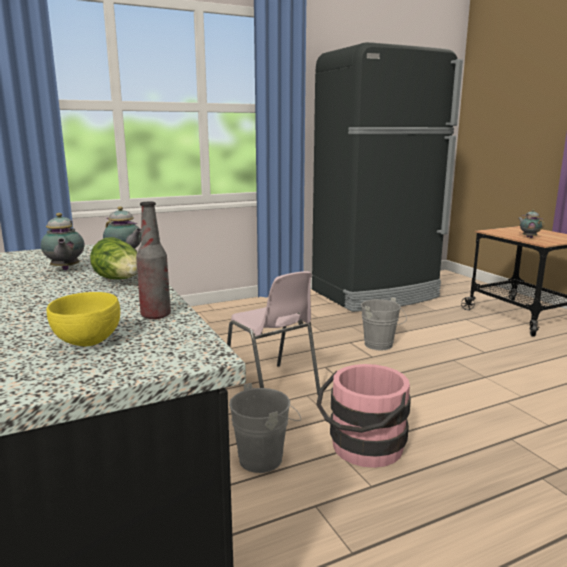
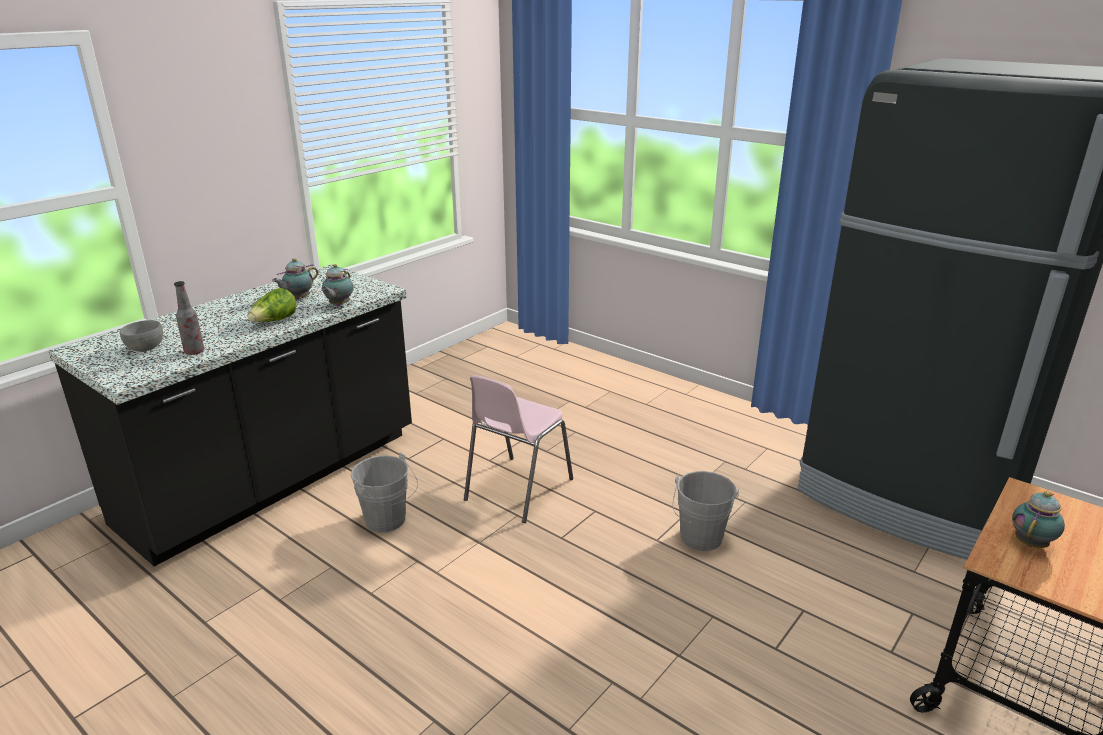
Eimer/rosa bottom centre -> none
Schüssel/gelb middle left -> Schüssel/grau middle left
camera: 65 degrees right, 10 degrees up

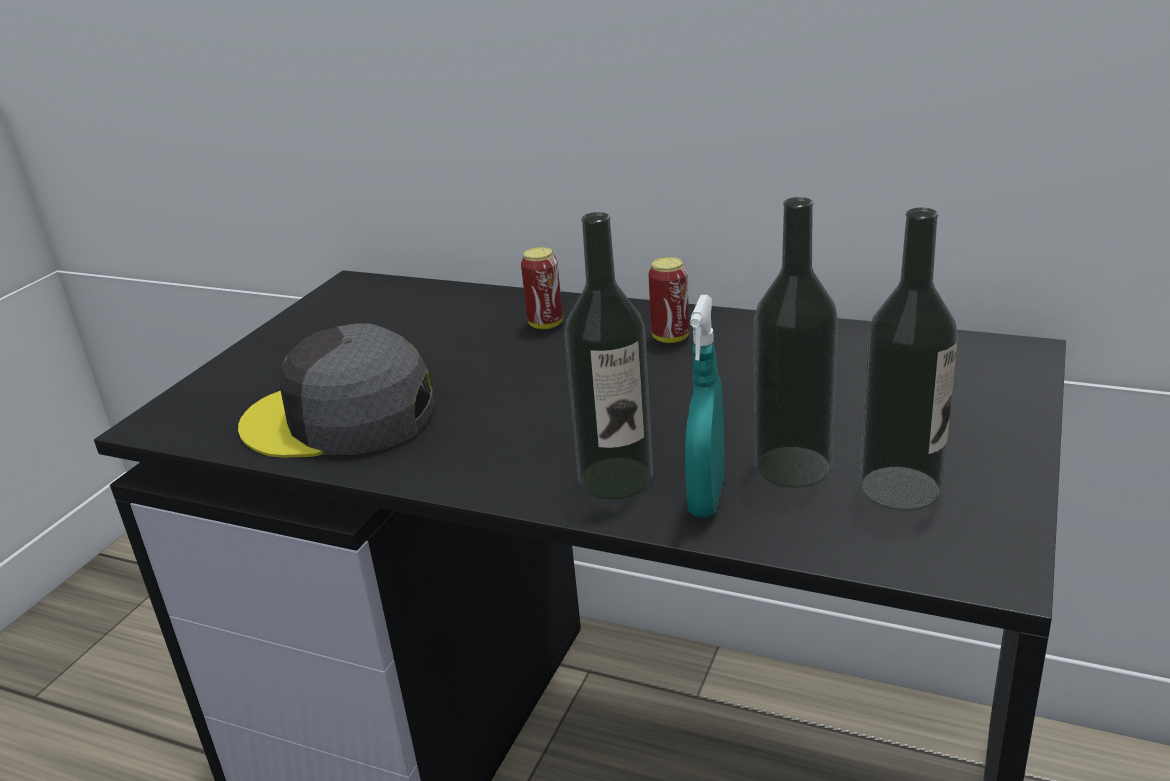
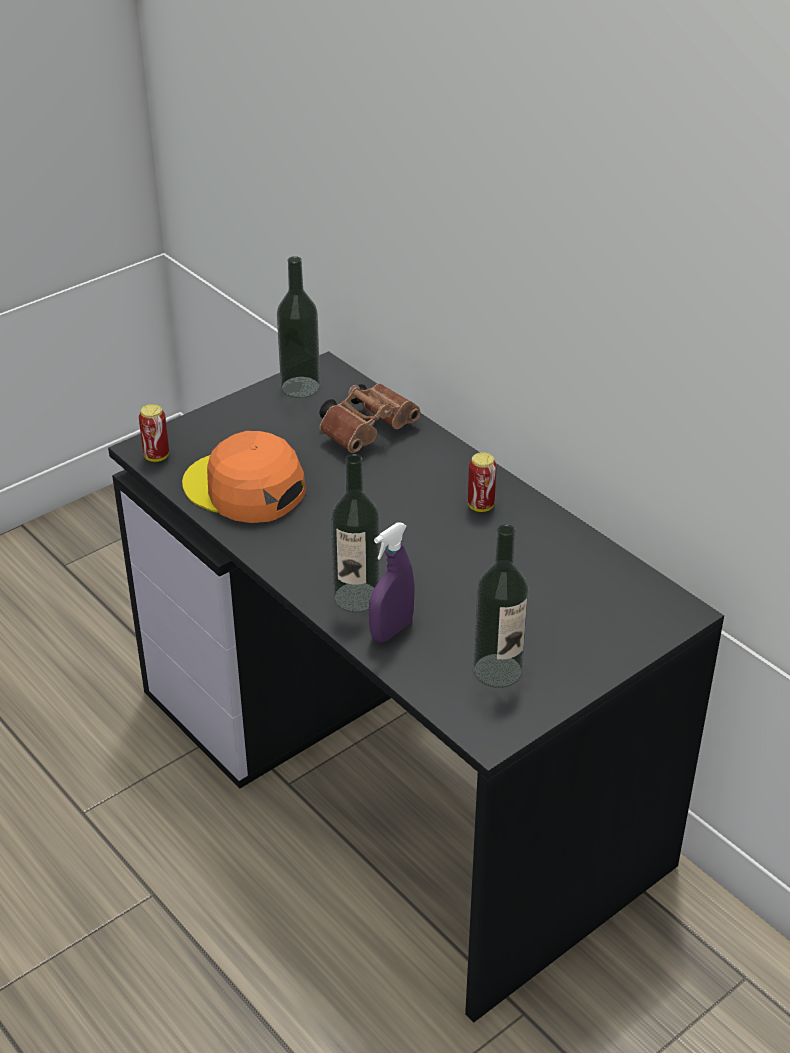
none -> Fernglas/braun centre
Dose (no. 1 from left) centre -> Dose (no. 1 from left) middle left, shifted
Flasche (no. 2 from left in the first image) middle right -> Flasche (no. 1 from left) top centre, shifted
Kappe/grau middle left -> Kappe/orange middle left
Sprühflasche/türkis centre -> Sprühflasche/lila centre
camera: 25 degrees right, 10 degrees up

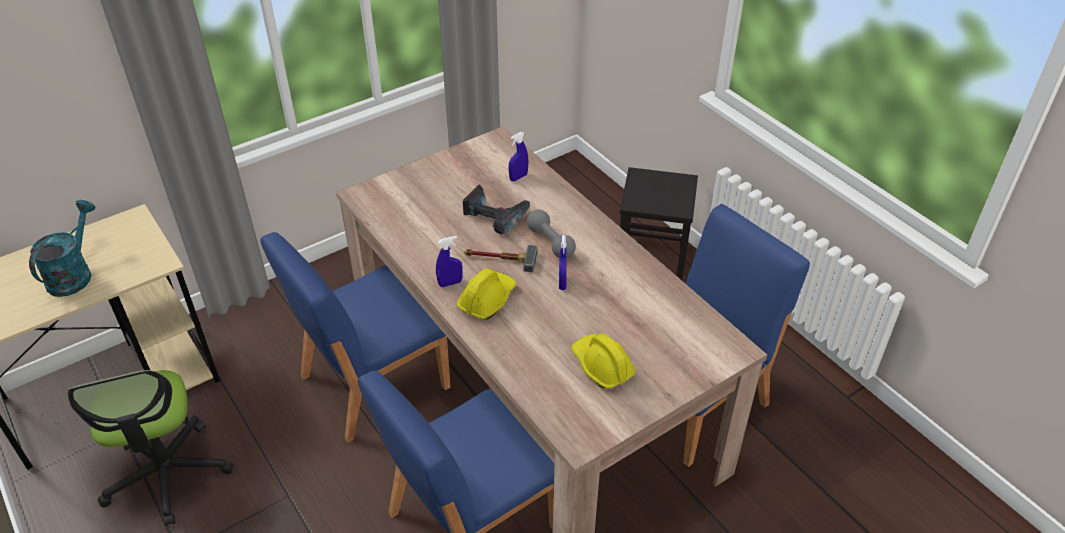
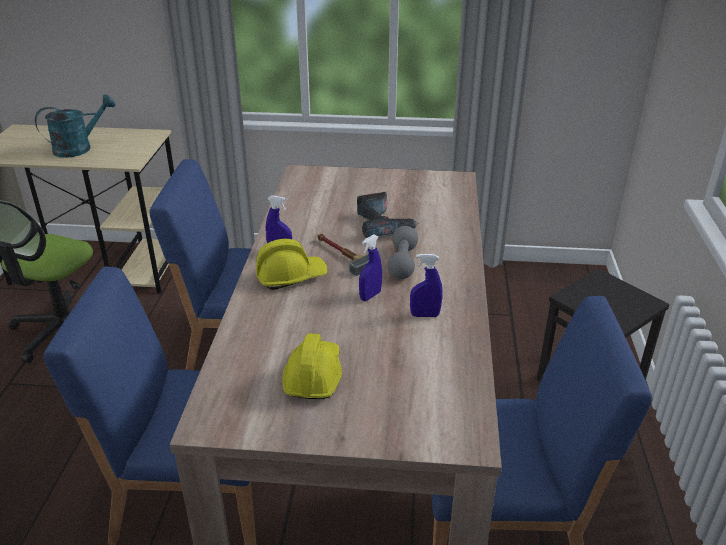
Sprühflasche/blau (no. 2 from left in the first image) top centre -> Sprühflasche/blau (no. 3 from left) centre, shifted
camera: 40 degrees right, 10 degrees down

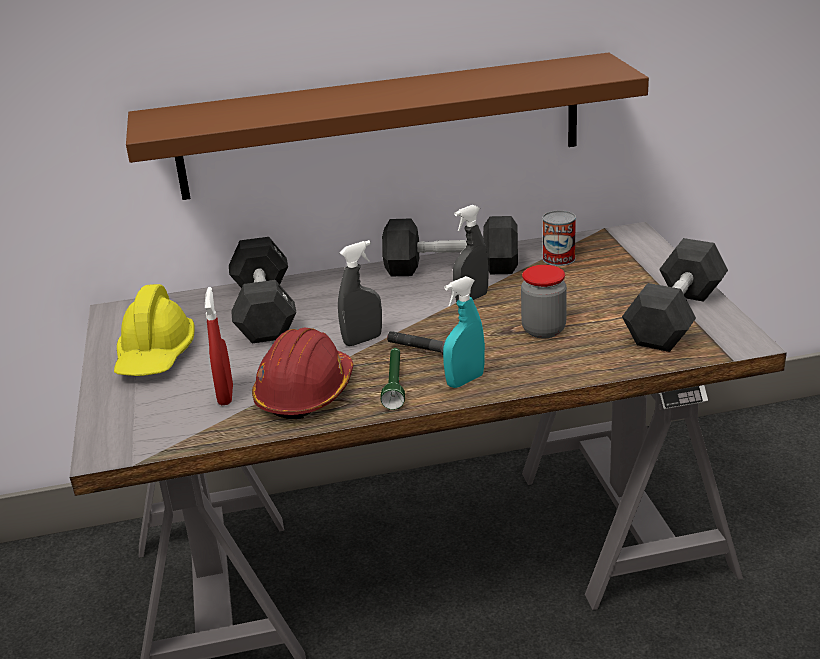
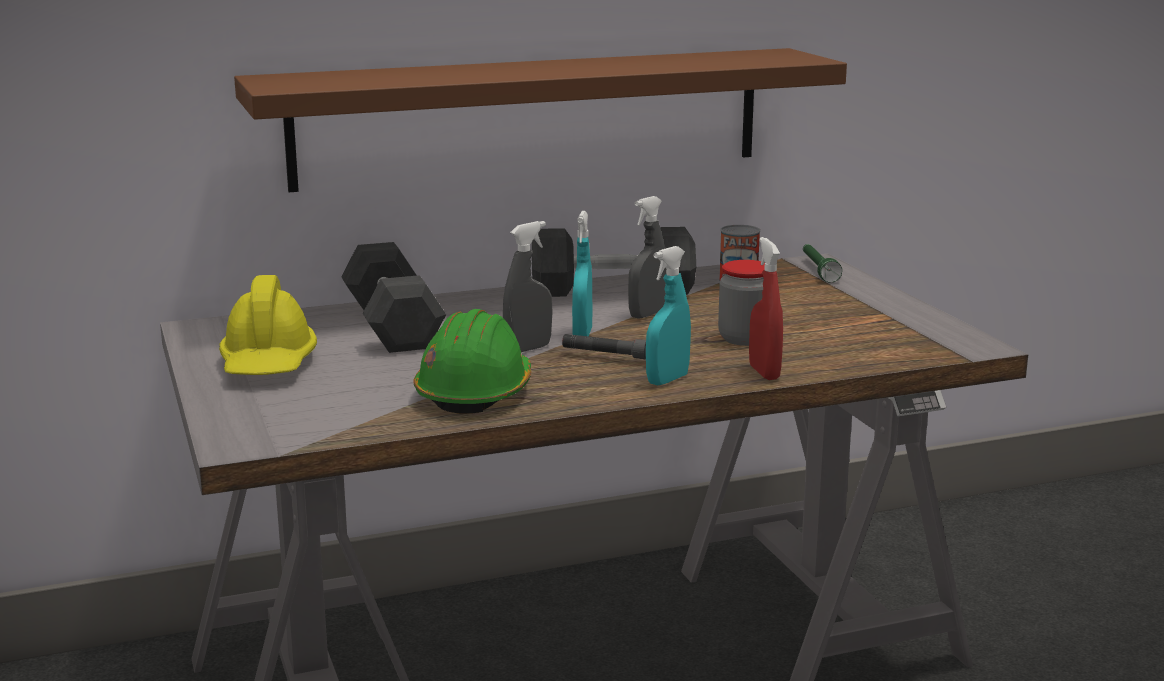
Hantel/schwarz (no. 3 from left) middle right -> none
none -> Sprühflasche/türkis (no. 1 from left) centre
Sprühflasche/rot middle left -> Sprühflasche/rot centre, shifted
Taschenlampe/grün centre -> Taschenlampe/grün middle right, shifted
Schutzhelm/rot centre -> Schutzhelm/grün centre
camera: 10 degrees left, 10 degrees down

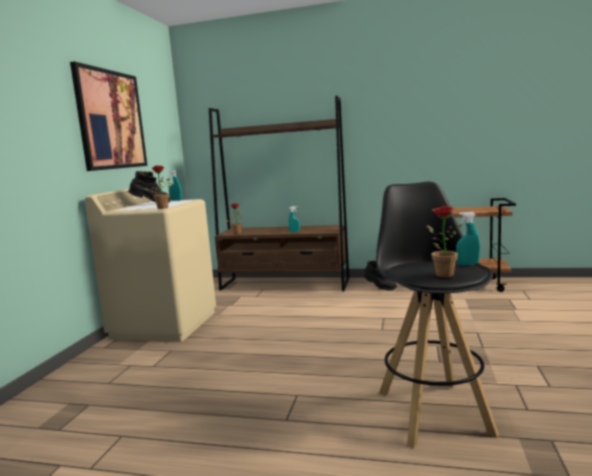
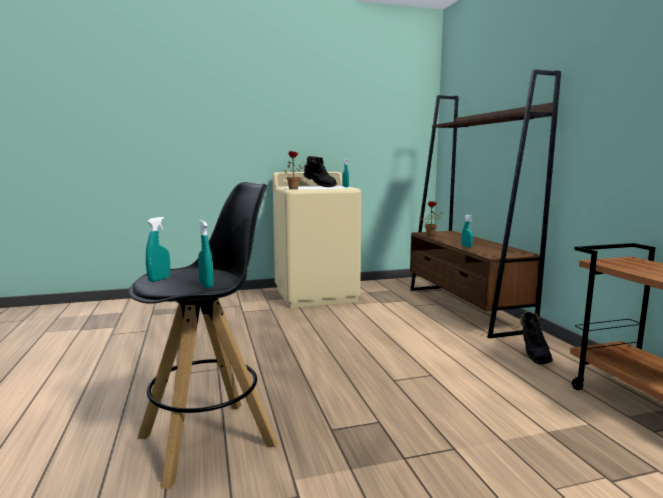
Bild top left -> none
Topfpflanze (no. 3 from left) middle right -> Sprühflasche/türkis (no. 1 from left) middle left
camera: 60 degrees right, 0 degrees up

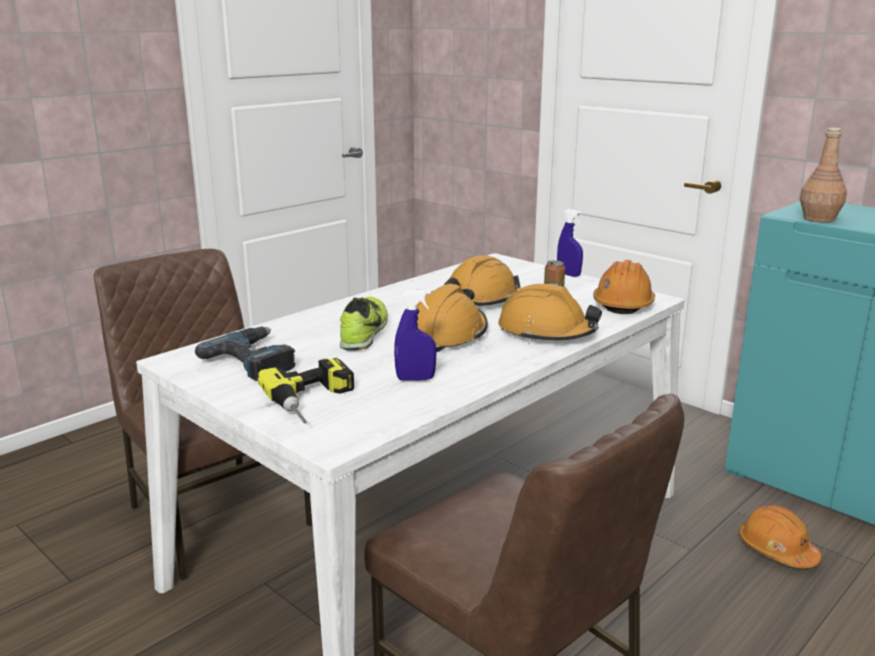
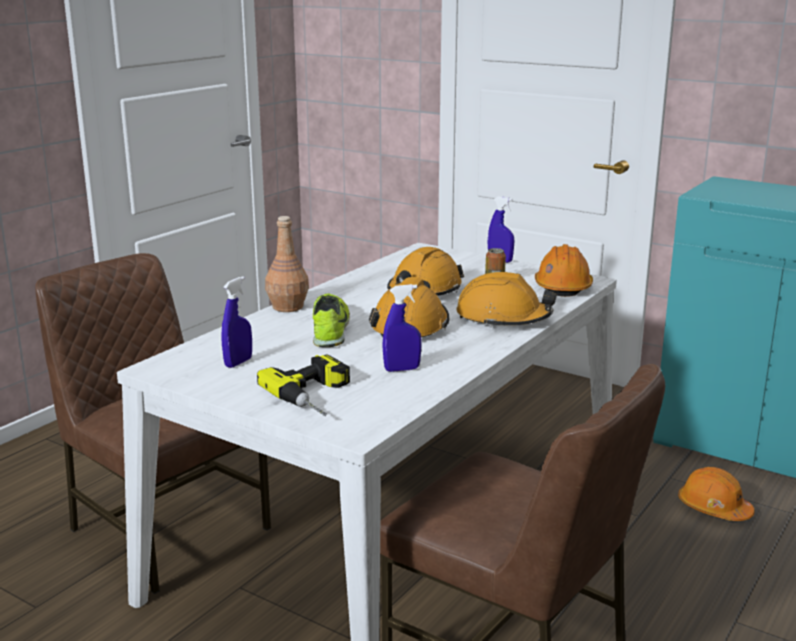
Flasche/braun top right -> Flasche/braun centre, shifted
Bohrmaschine (no. 1 from left) middle left -> Sprühflasche/blau (no. 1 from left) middle left
camera: 10 degrees left, 0 degrees up

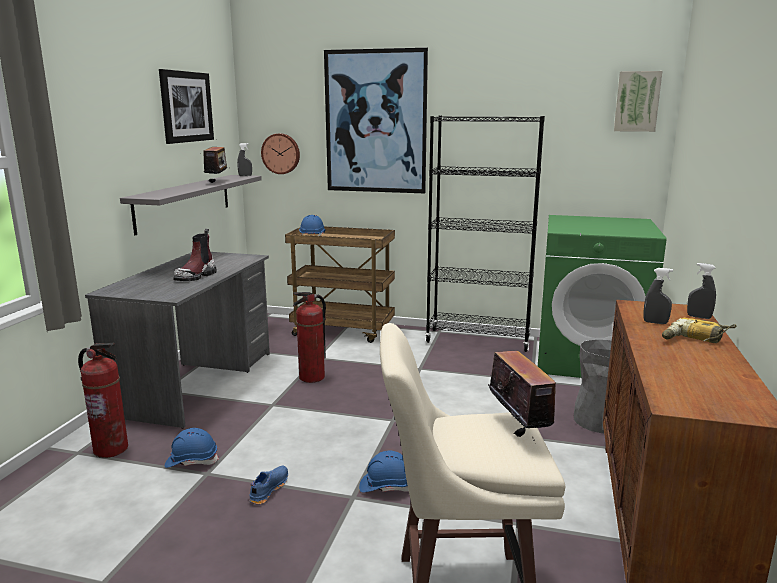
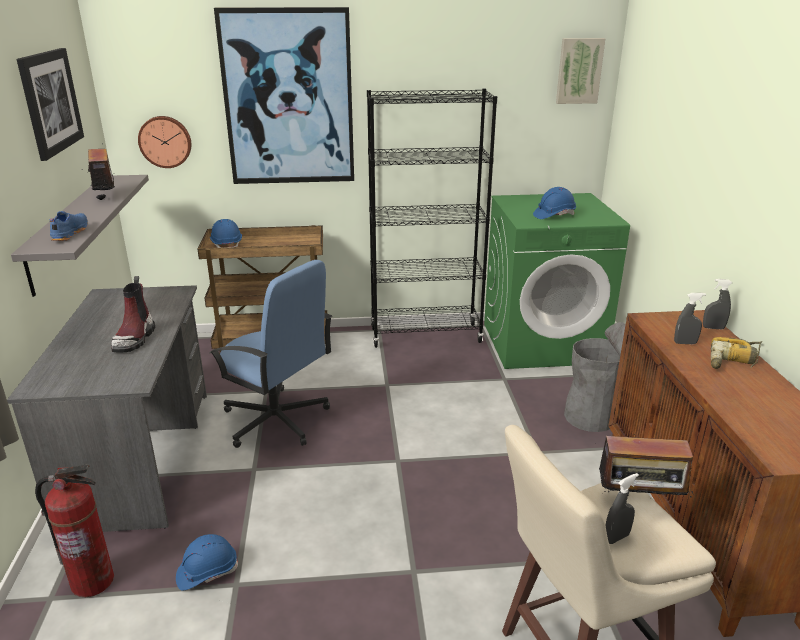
Sprühflasche/grau (no. 1 from left) top left -> Sprühflasche/grau (no. 1 from left) bottom right, shifted
Schuh/blau bottom centre -> Schuh/blau middle left, shifted
Schutzhelm/blau (no. 3 from left) bottom centre -> Schutzhelm/blau (no. 3 from left) top right, shifted
Feuerlöscher (no. 2 from left) centre -> Bürostuhl/blau centre
Radio (no. 2 from left) bottom right, 135 degrees clockwise
camera: 20 degrees left, 10 degrees up

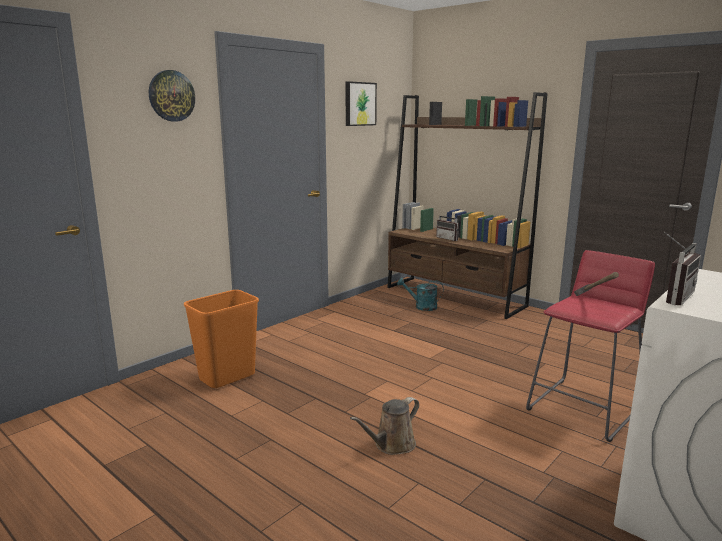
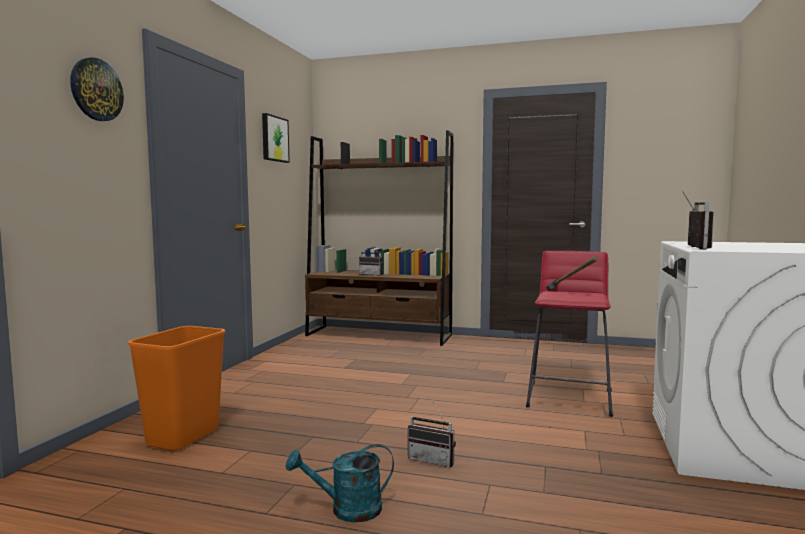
Gießkanne/türkis centre -> Gießkanne/türkis bottom centre, shifted
Gießkanne/braun bottom centre -> Radio (no. 2 from left) bottom centre
camera: 25 degrees left, 10 degrees down

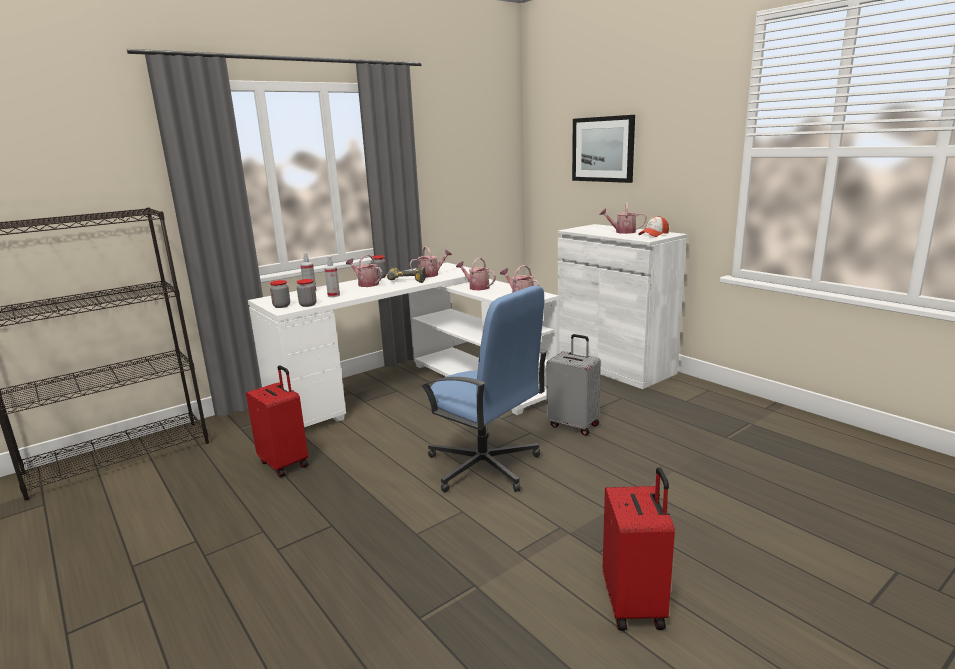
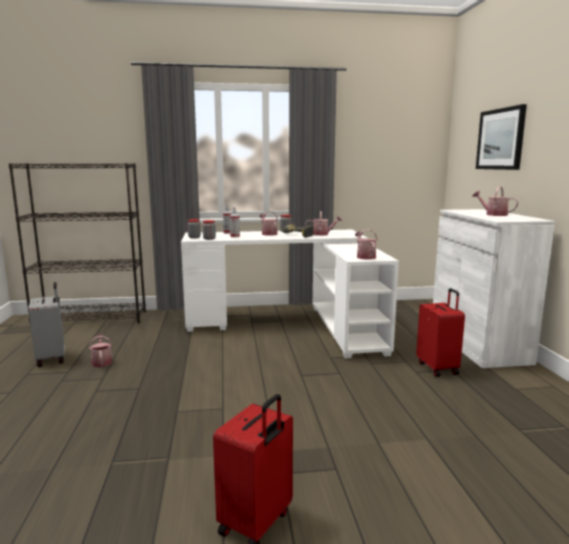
Bürostuhl/blau centre -> none
Kappe middle right -> none
Koffer/rot (no. 1 from left in the first image) middle left -> Koffer/rot (no. 2 from left) middle right, shifted
Gießkanne (no. 3 from left in the first image) centre -> Gießkanne (no. 1 from left) middle left, shifted
Koffer/grau centre -> Koffer/grau middle left, shifted
camera: 30 degrees right, 5 degrees down

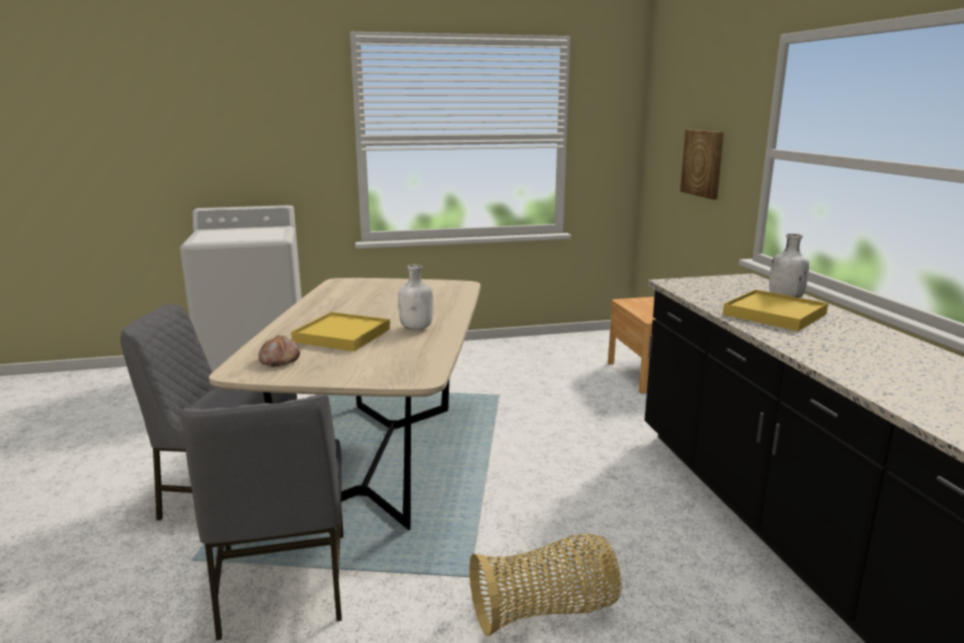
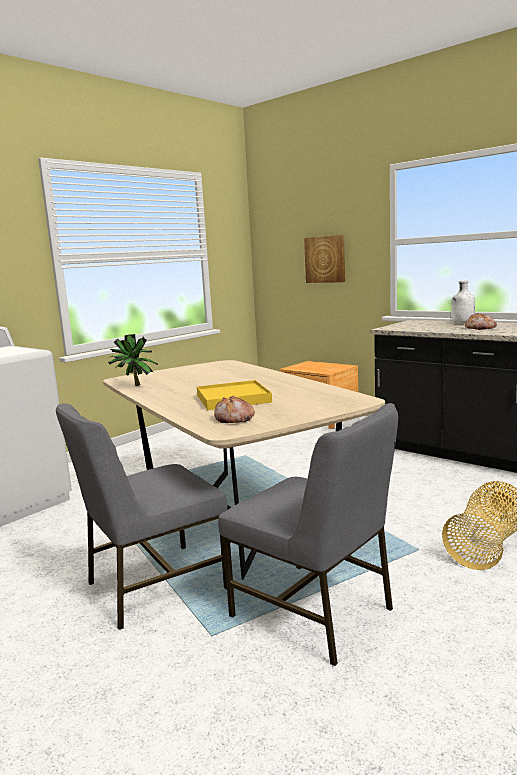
Flasche/weiß (no. 1 from left) centre -> none
none -> Topfpflanze middle left
Tablett/gelb (no. 2 from left) middle right -> Brot (no. 2 from left) middle right
camera: 35 degrees left, 5 degrees down

